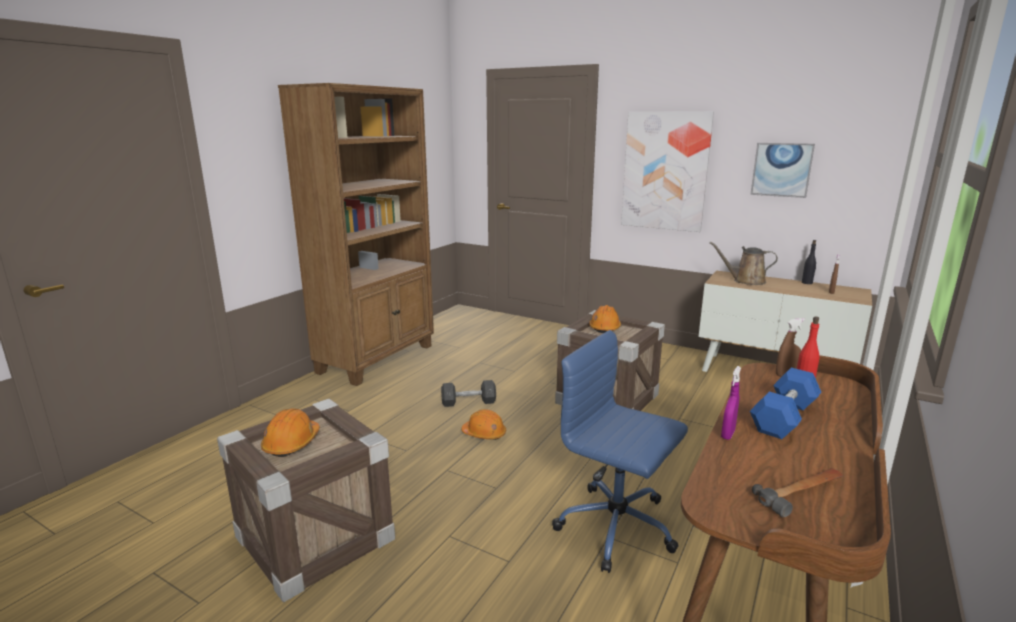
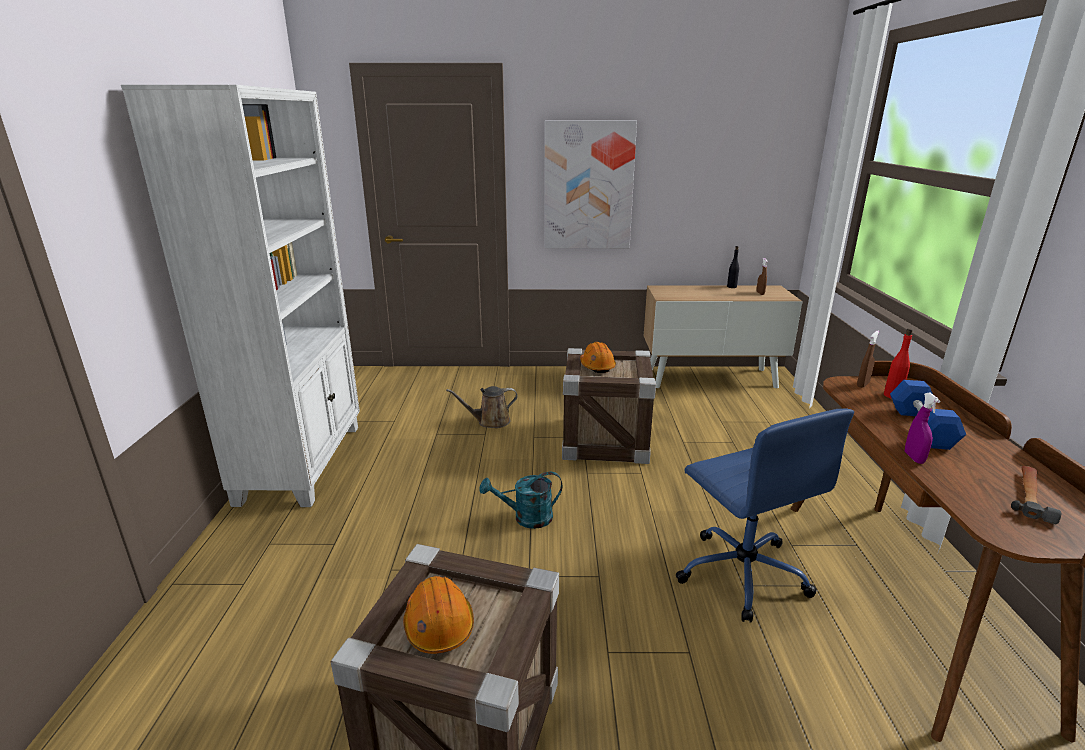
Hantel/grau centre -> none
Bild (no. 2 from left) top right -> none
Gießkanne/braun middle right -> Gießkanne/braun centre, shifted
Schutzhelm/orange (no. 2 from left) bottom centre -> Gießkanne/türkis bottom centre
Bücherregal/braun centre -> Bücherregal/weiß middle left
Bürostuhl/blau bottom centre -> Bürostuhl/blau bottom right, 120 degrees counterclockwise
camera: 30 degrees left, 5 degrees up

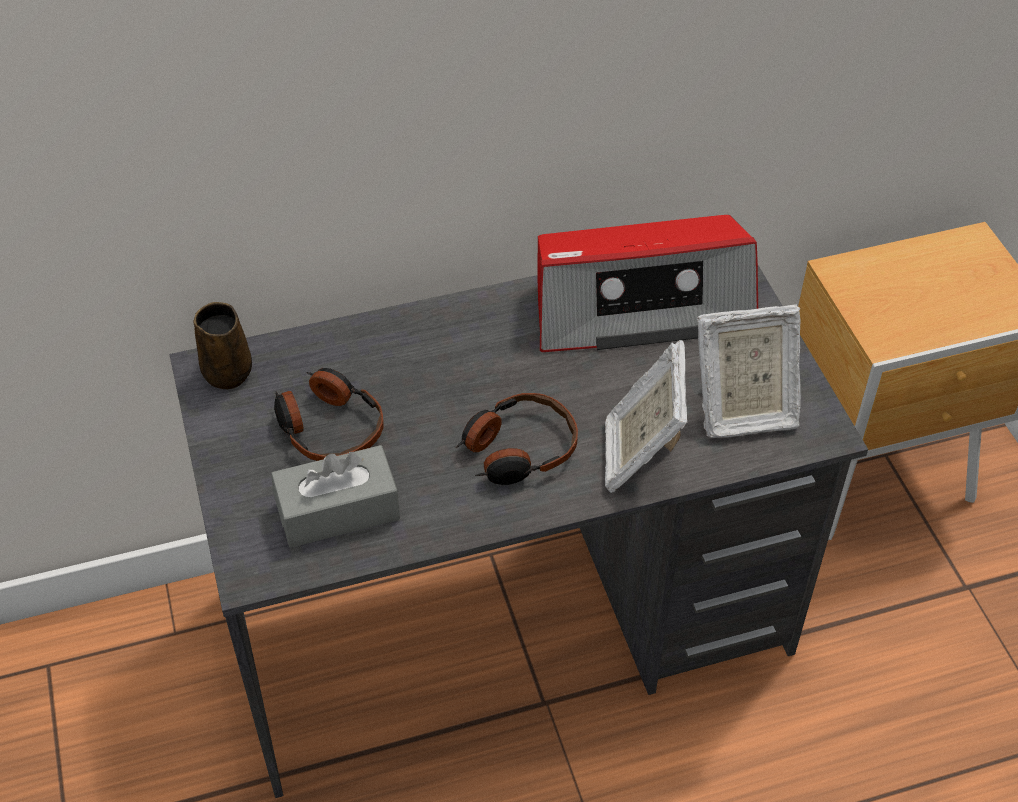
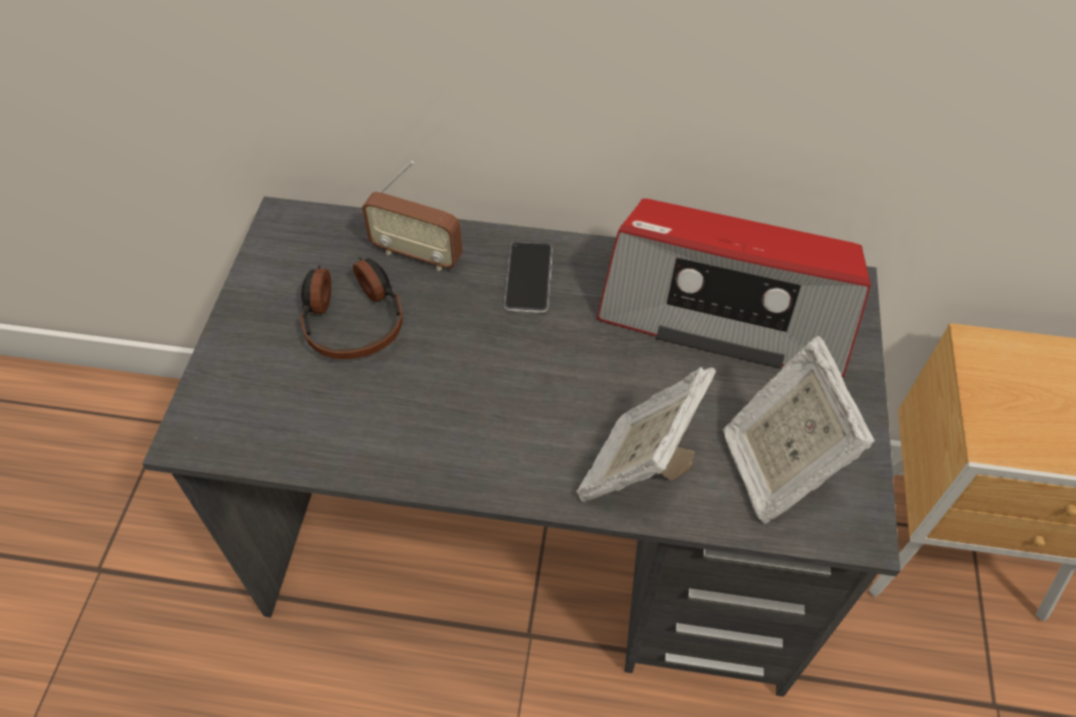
Henkelbecher/braun middle left -> none
Taschentuchbox/grau middle left -> none
Kopfhörer (no. 2 from left) centre -> none
none -> Radio (no. 1 from left) top centre
none -> Handy centre
Bilderrahmen (no. 2 from left) middle right, 60 degrees clockwise
camera: 25 degrees right, 5 degrees up

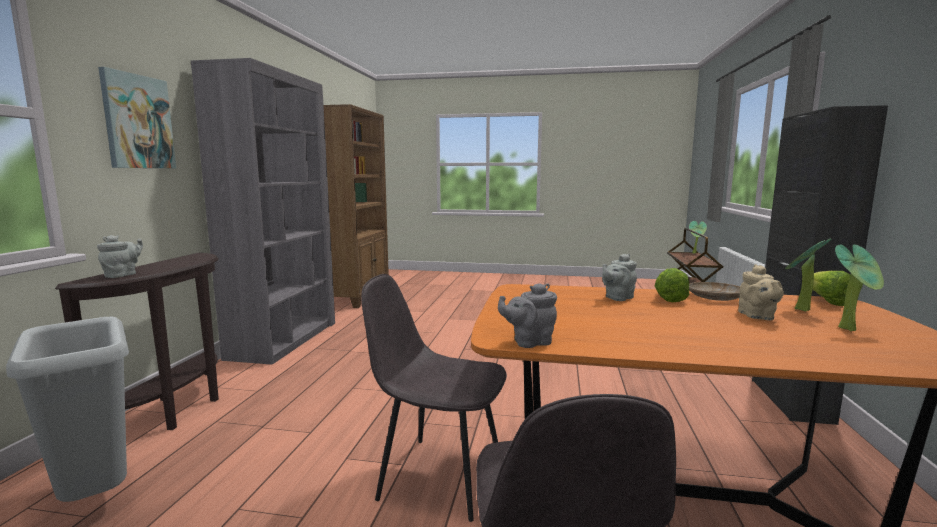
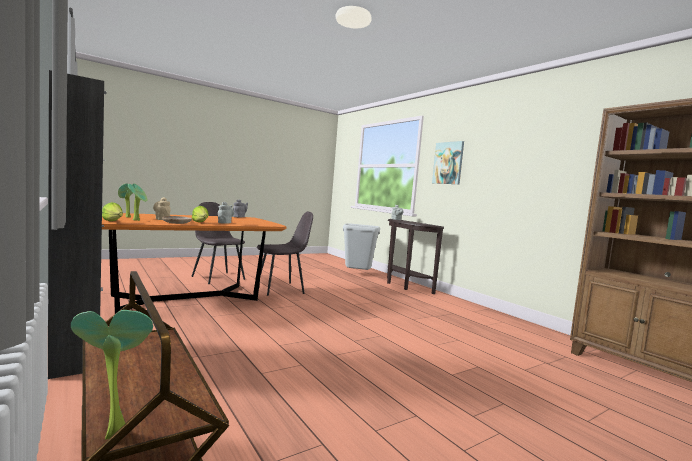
Bücherregal/grau middle left -> none
camera: 135 degrees right, 5 degrees down

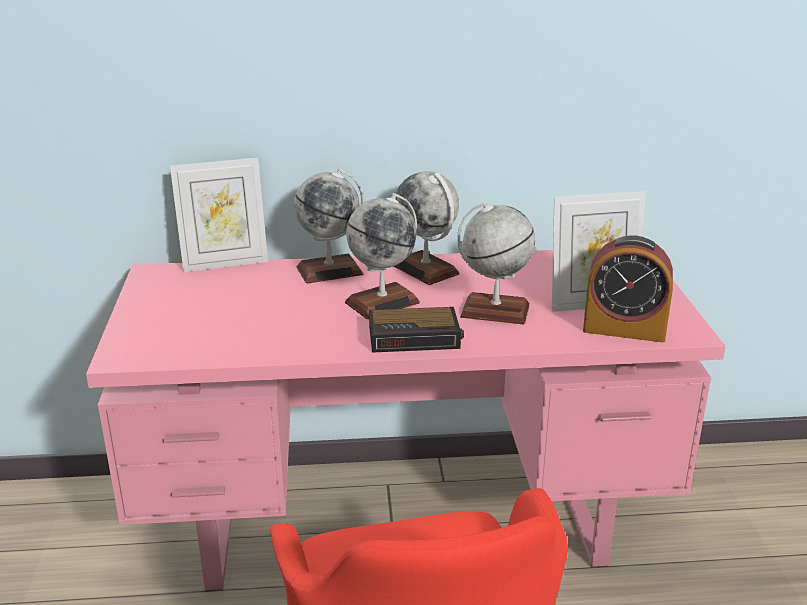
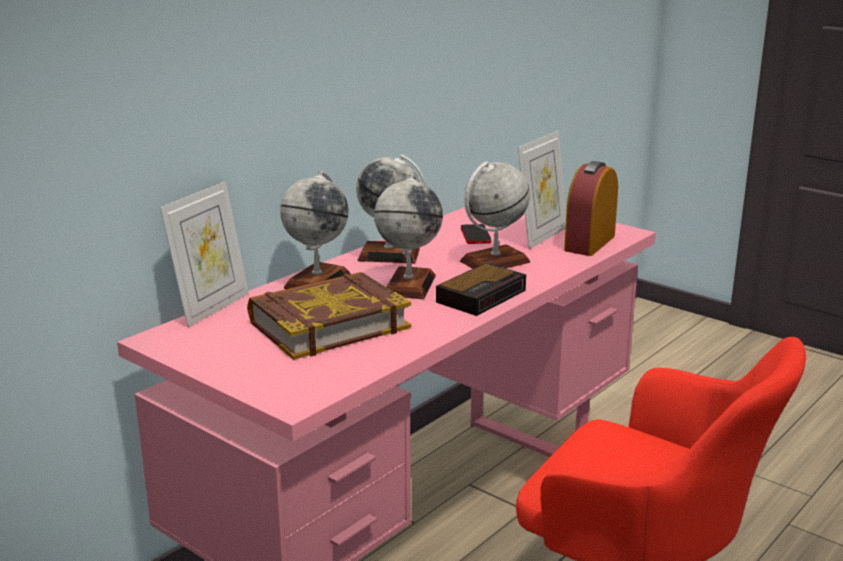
none -> Buch centre
none -> Handy centre
Wecker (no. 2 from left) middle right, 150 degrees clockwise
camera: 45 degrees left, 5 degrees down

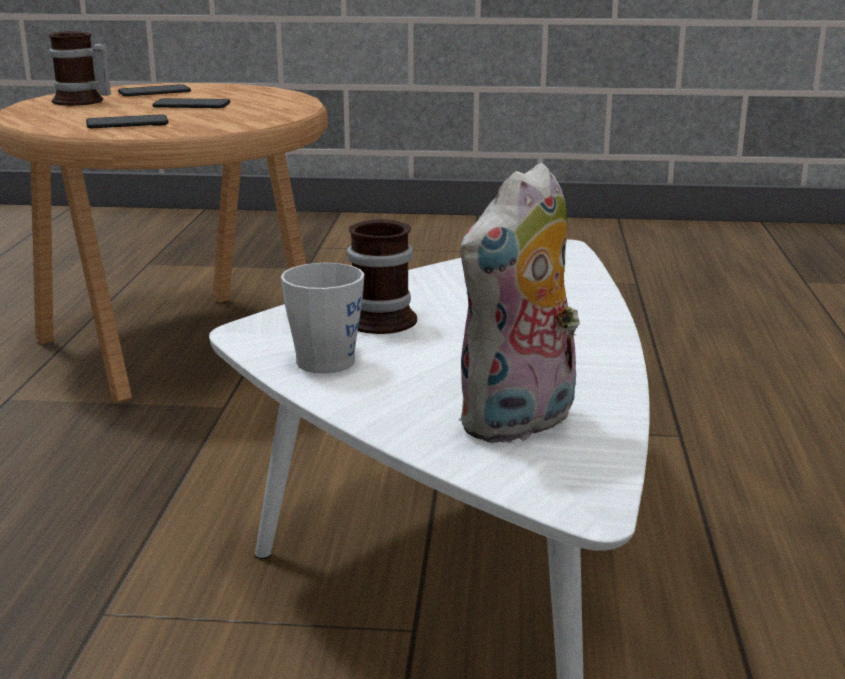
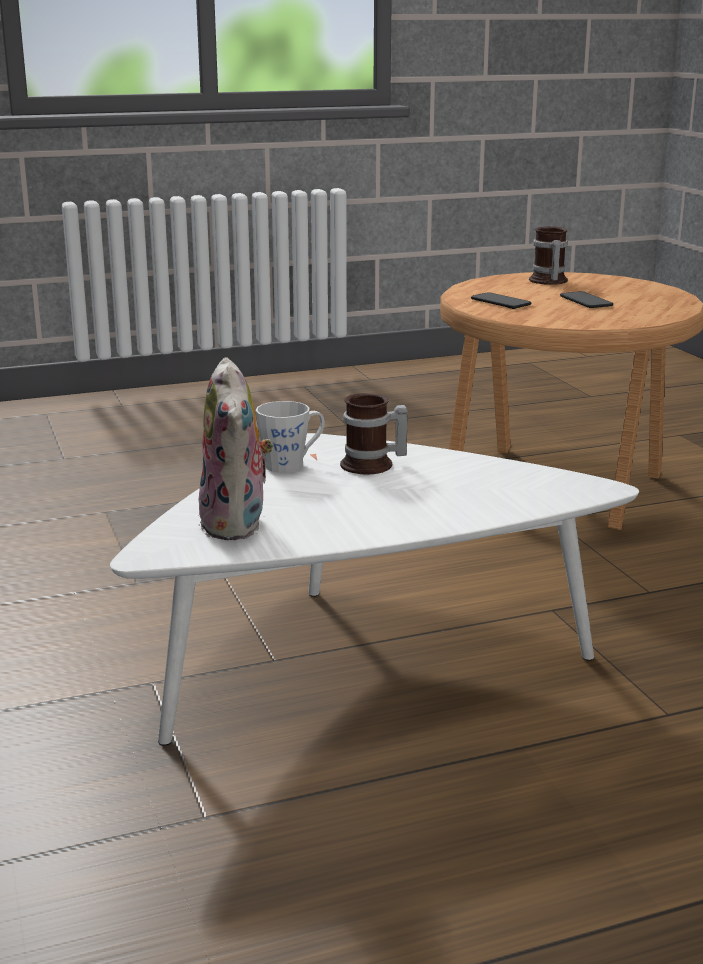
Handy (no. 2 from left) top left -> none
Plüschtier centre, 120 degrees counterclockwise
camera: 65 degrees right, 0 degrees up

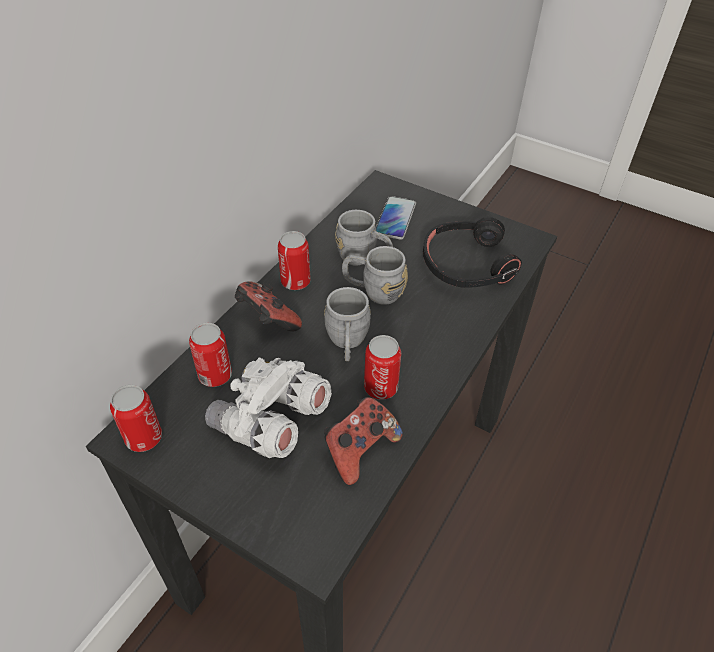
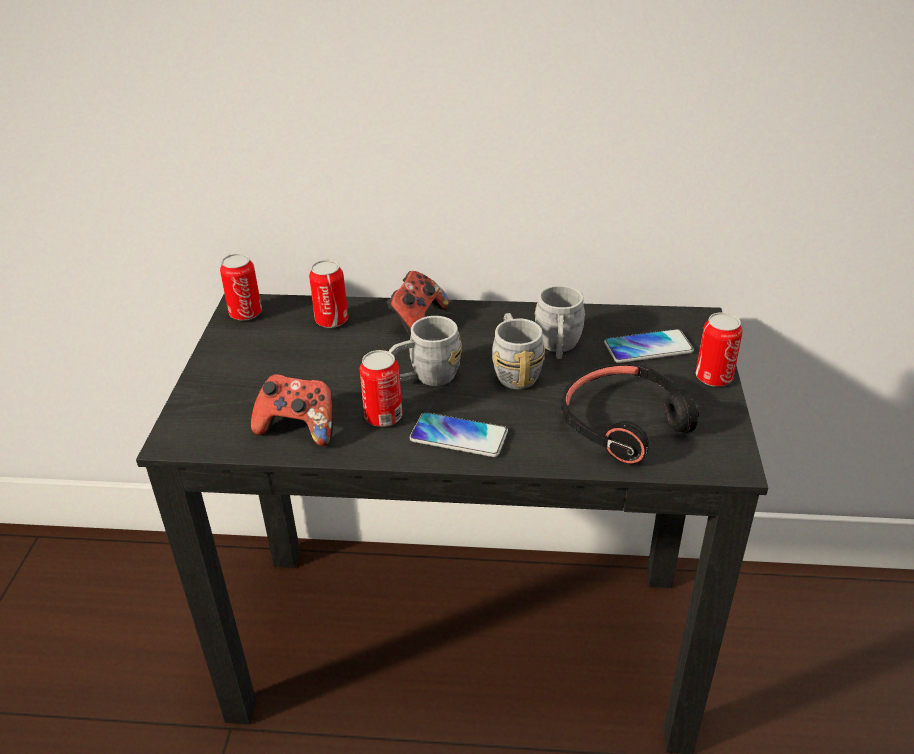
Fernglas/weiß centre -> none
none -> Handy (no. 1 from left) centre
Dose (no. 3 from left in the first image) centre -> Dose (no. 4 from left) middle right, shifted
camera: 65 degrees right, 10 degrees down

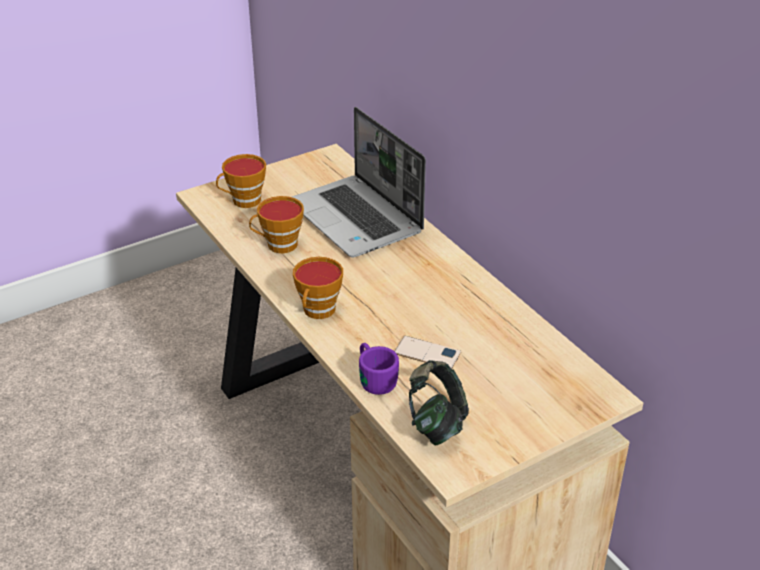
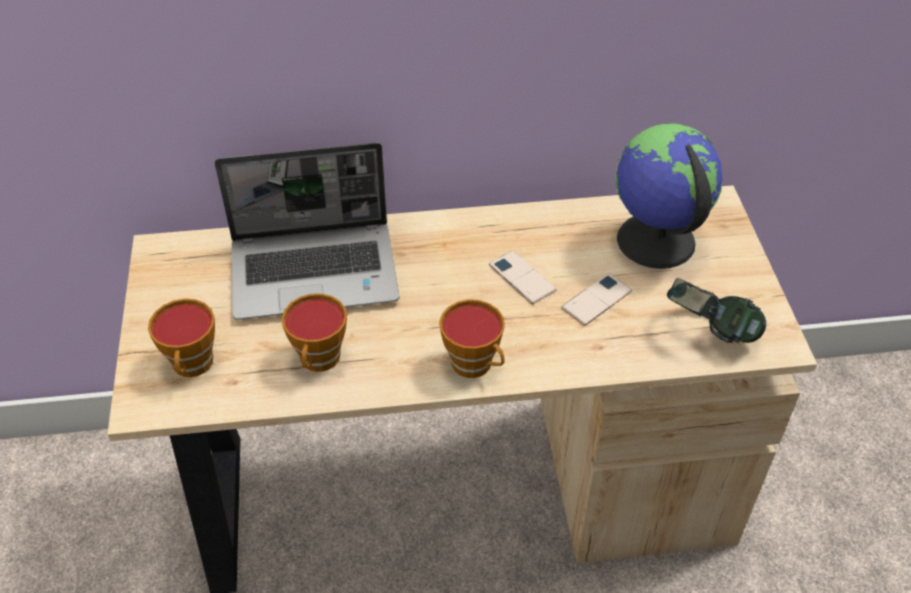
Henkelbecher/lila centre -> none
none -> Handy (no. 1 from left) centre
none -> Globus top right
camera: 65 degrees left, 10 degrees up

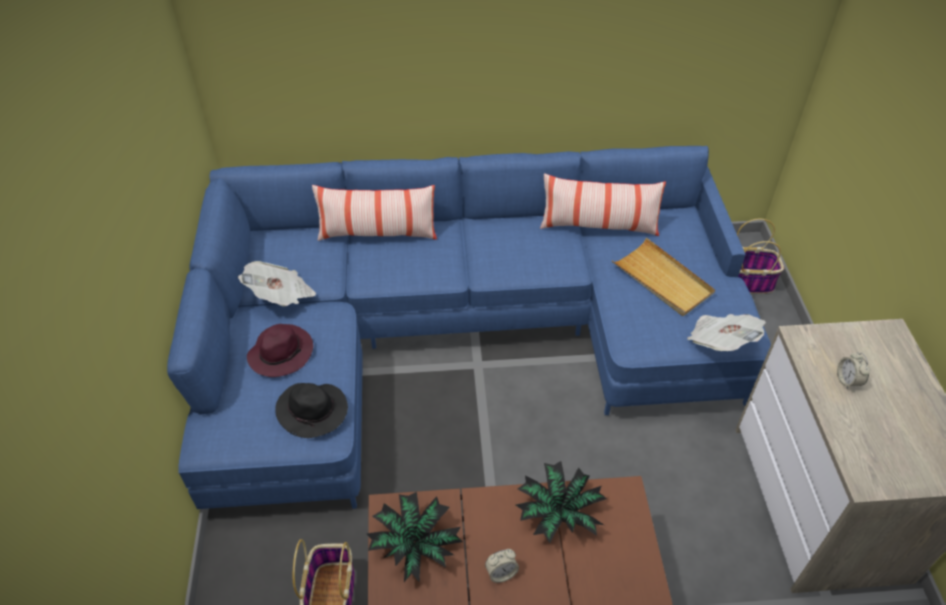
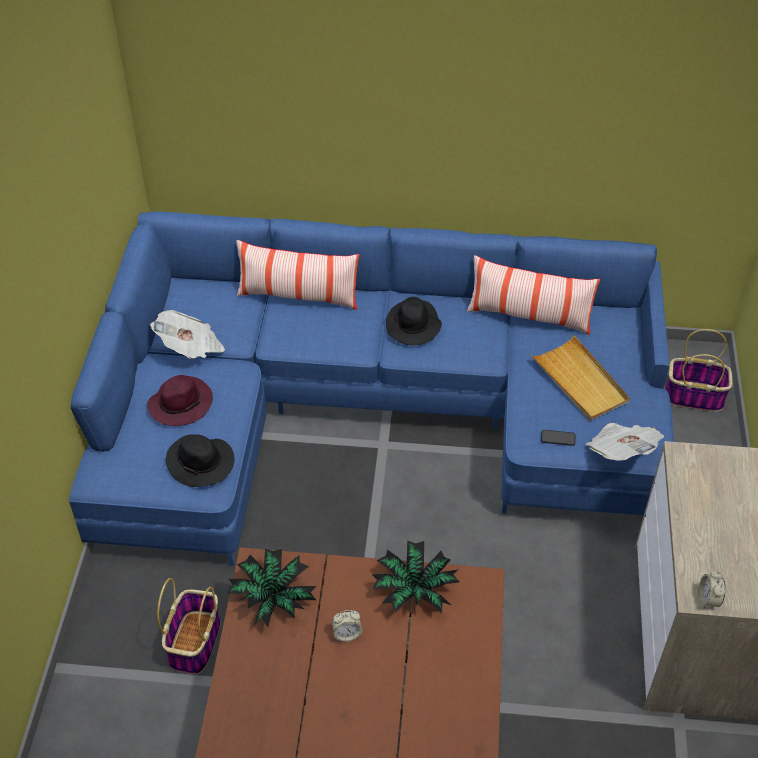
none -> Hut/schwarz (no. 2 from left) centre
none -> Handy middle right
Wecker (no. 2 from left) middle right -> Wecker (no. 2 from left) bottom right, shifted
camera: 10 degrees right, 0 degrees up

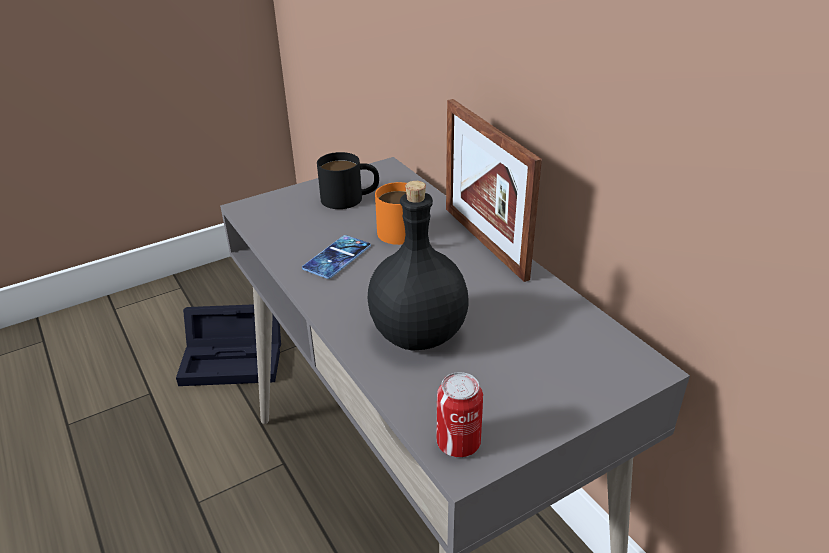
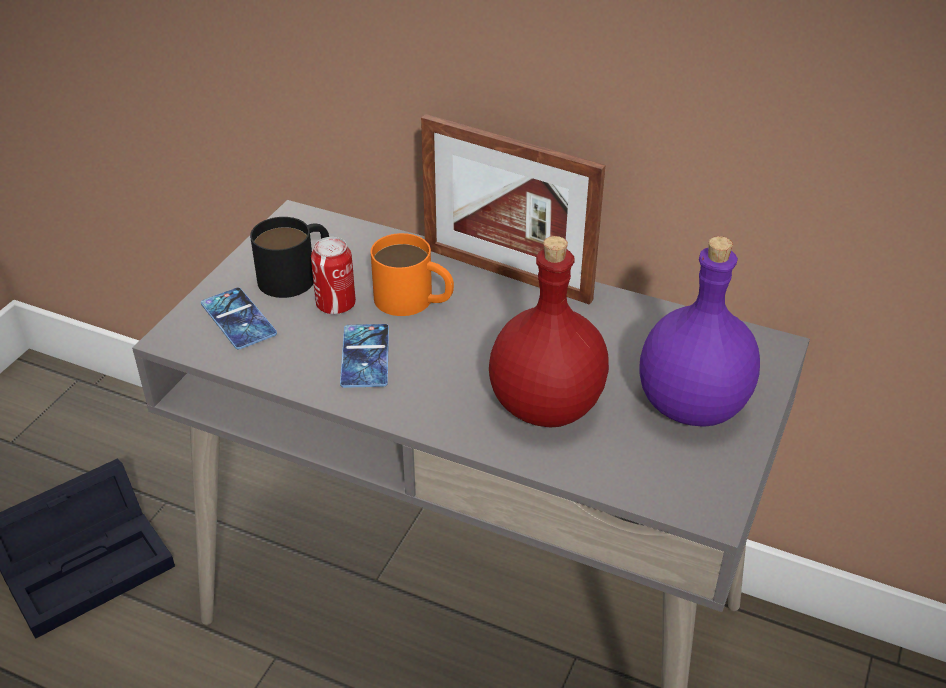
none -> Handy (no. 1 from left) middle left
none -> Flasche/lila middle right
Dose bottom centre -> Dose centre, shifted
Flasche/schwarz centre -> Flasche/rot centre
camera: 35 degrees left, 5 degrees up

